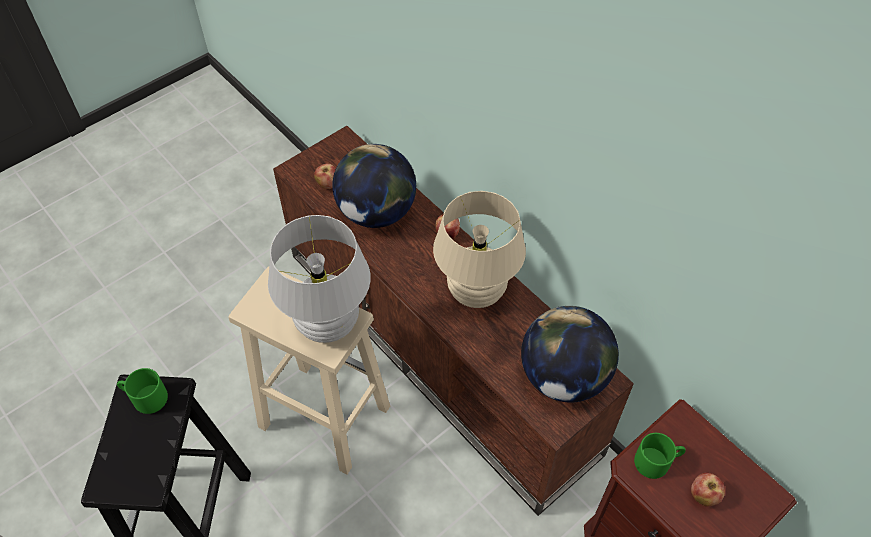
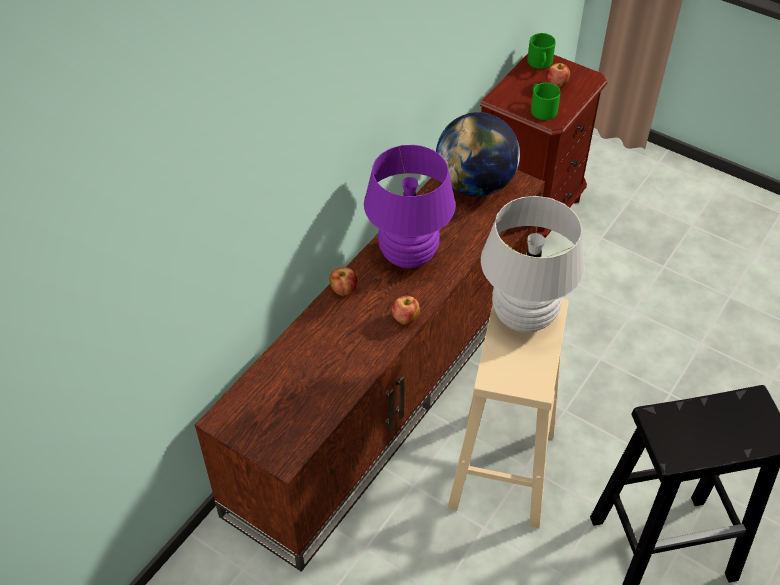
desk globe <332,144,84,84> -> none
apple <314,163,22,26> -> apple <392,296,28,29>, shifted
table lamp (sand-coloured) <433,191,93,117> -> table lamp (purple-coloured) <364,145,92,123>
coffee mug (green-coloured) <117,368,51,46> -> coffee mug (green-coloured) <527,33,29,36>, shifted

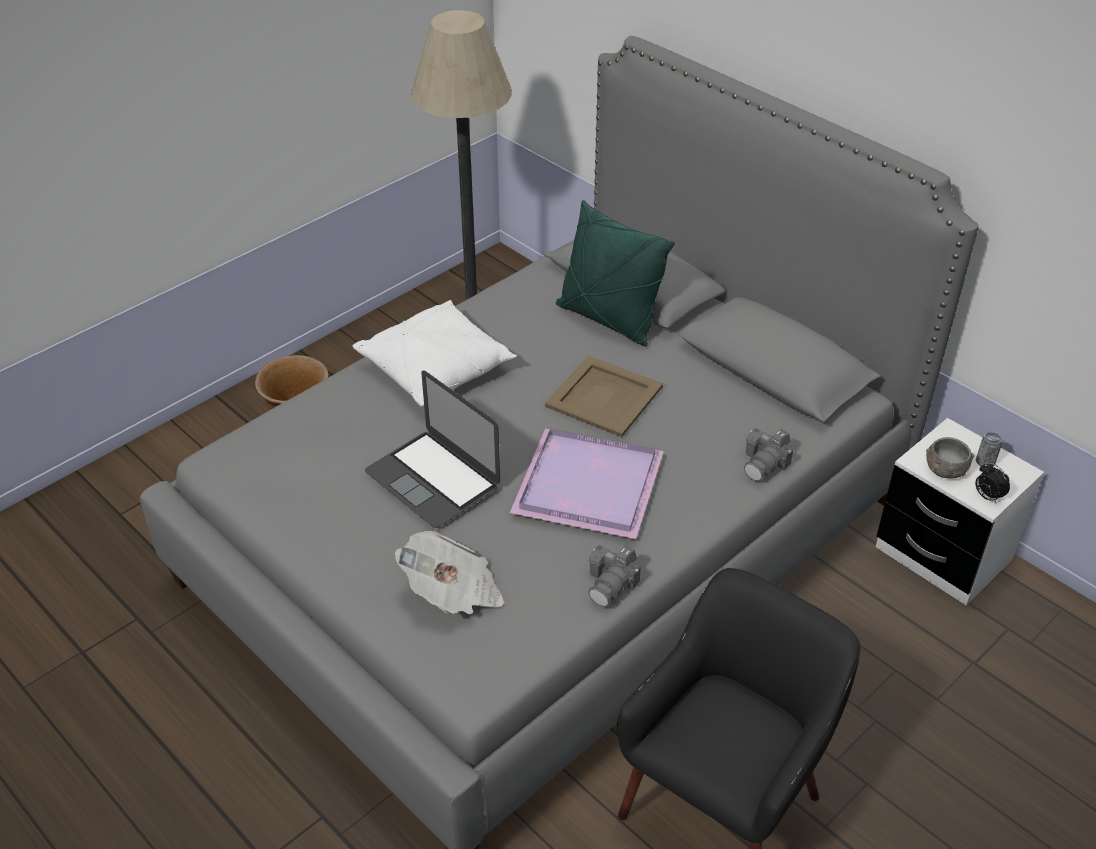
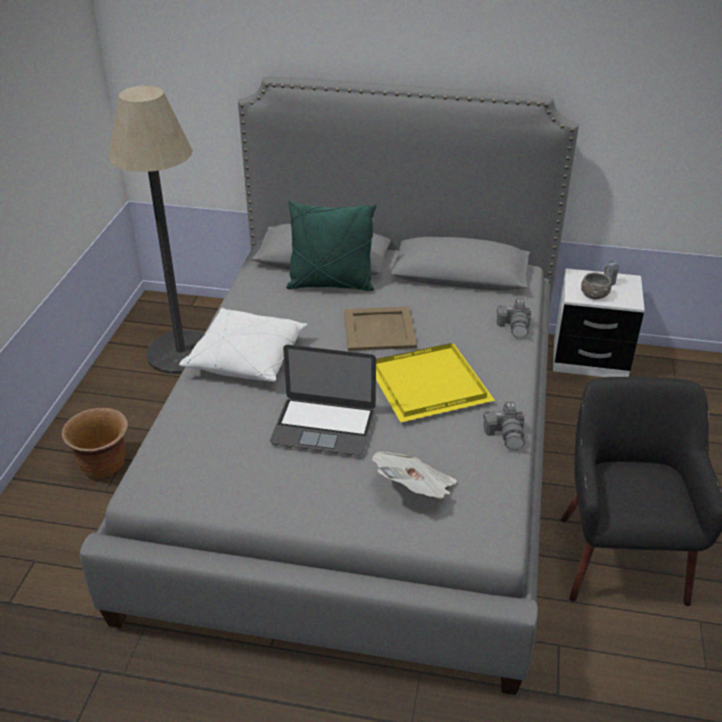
carrying tray (purple-coloured) <510,428,154,111> -> carrying tray (yellow-coloured) <376,343,119,79>
bedside clock <975,463,35,40> -> none

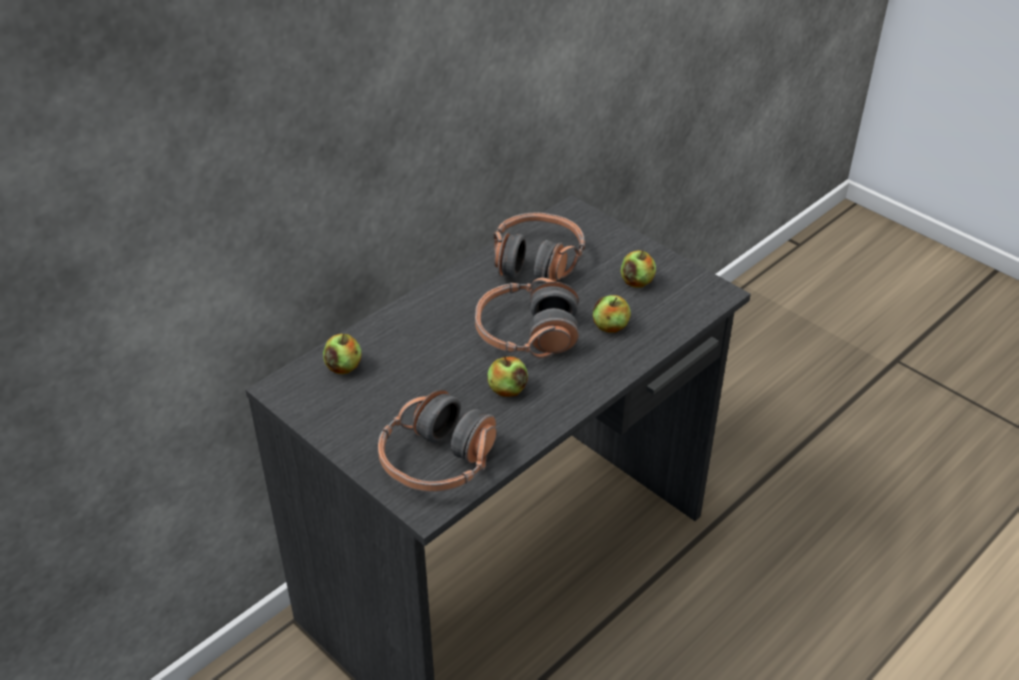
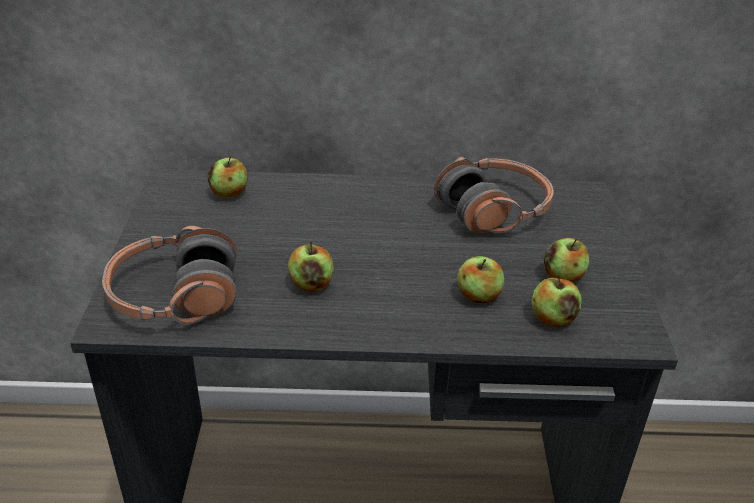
headset <475,278,104,80> -> none
none -> apple <531,275,51,52>

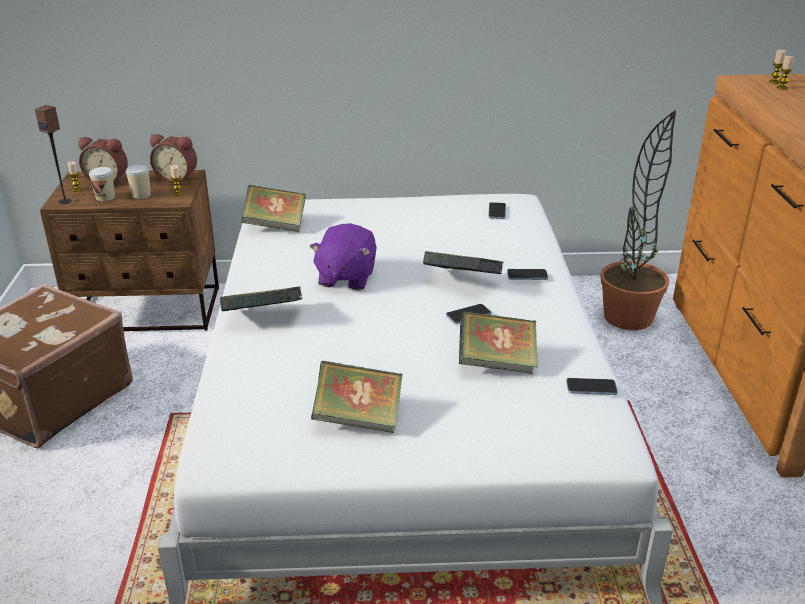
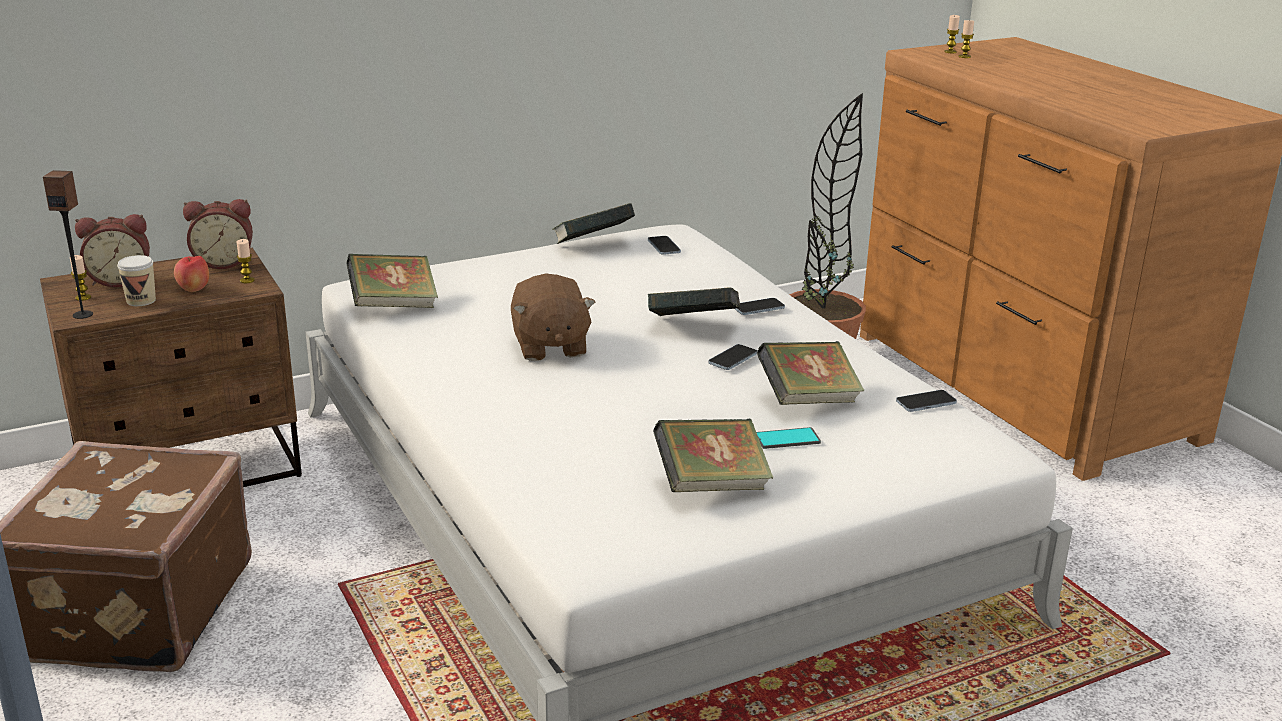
drinking cup <126,165,25,34> -> apple <174,256,35,36>
cuddly toy (purple-coloured) <310,223,67,67> -> cuddly toy (brown-coloured) <511,273,85,88>
bound book <220,286,82,25> -> bound book <553,203,82,41>, shifted
none -> handset <756,427,65,22>

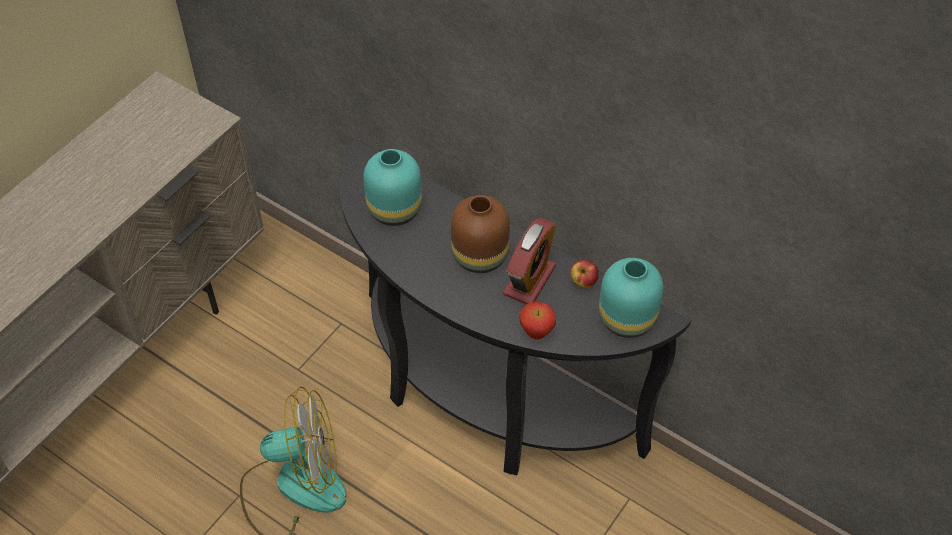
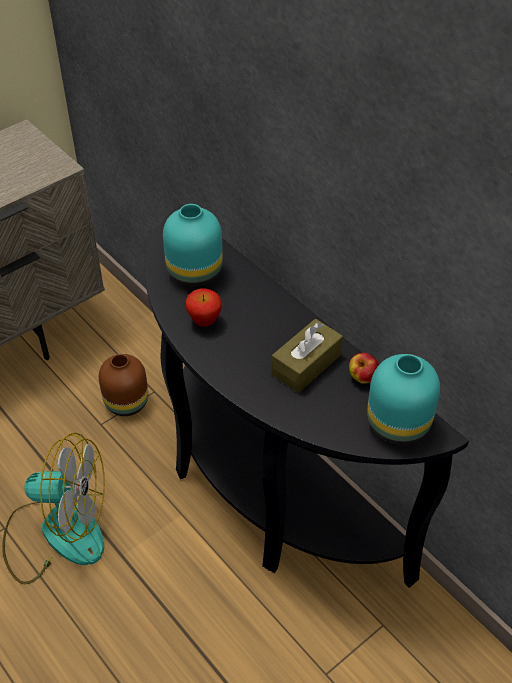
decorative vase (brown-coloured) <451,195,59,78> -> decorative vase (brown-coloured) <99,354,49,62>, shifted
bedside clock <503,218,53,86> -> box of tissues (brown-coloured) <271,319,72,74>
apple <519,302,37,37> -> apple <186,288,36,39>, shifted

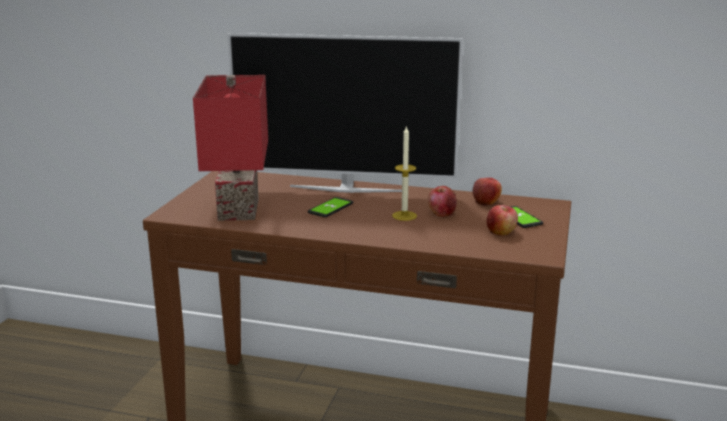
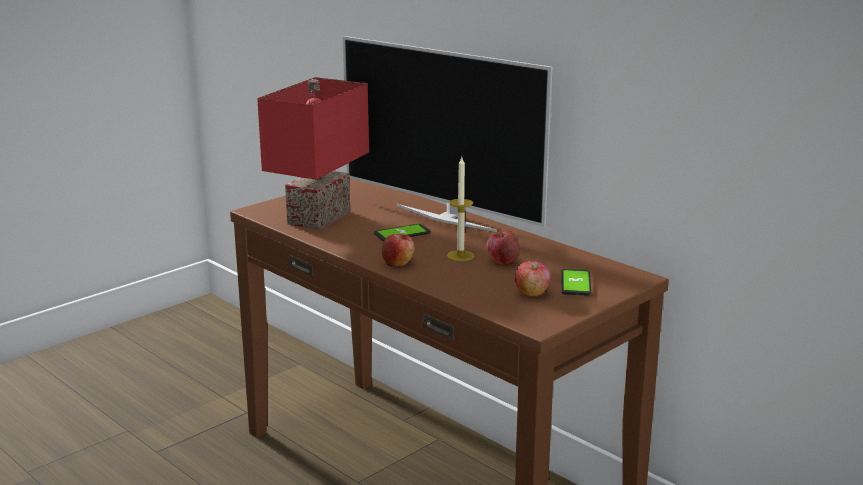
apple <472,178,30,27> -> apple <382,234,33,32>, shifted

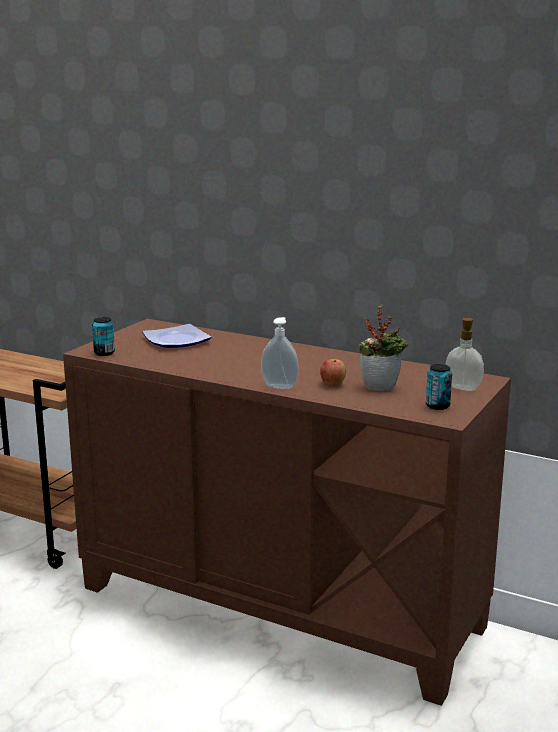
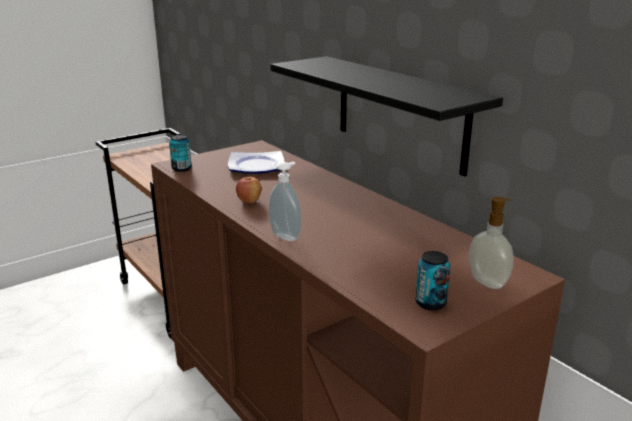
potted plant <359,304,49,87> -> none
apple <320,359,26,27> -> apple <236,177,25,27>, shifted
none -> wall shelf (blackish) <270,56,233,120>

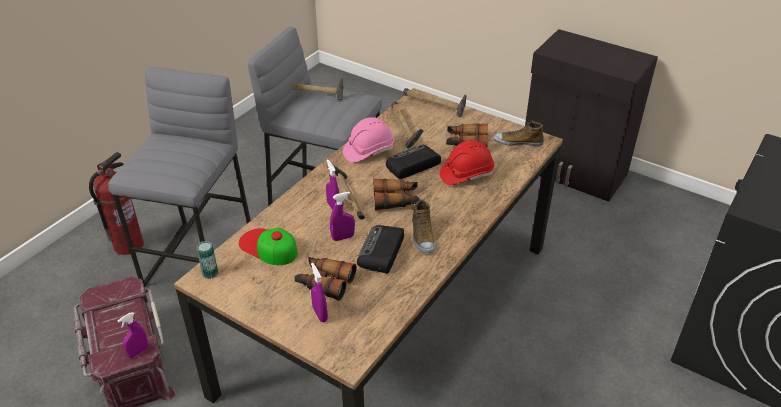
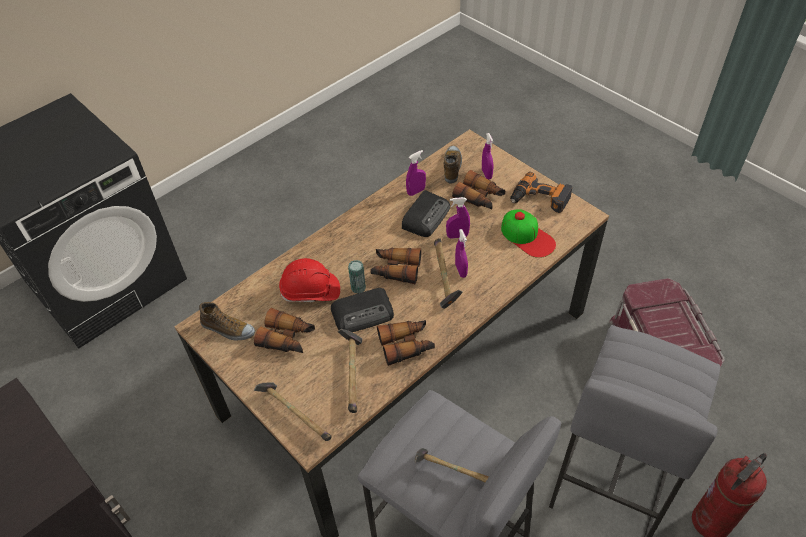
safety helmet (pinkish) <343,117,51,46> -> binoculars <377,320,58,46>
low shoe <412,200,23,53> -> low shoe <444,146,18,37>, shifted
metal can <196,241,22,38> -> metal can <348,260,18,34>, shifted
sprayer (purple-coloured) <118,312,30,46> -> sprayer (purple-coloured) <406,150,20,46>, shifted
none -> electric drill <510,172,62,41>

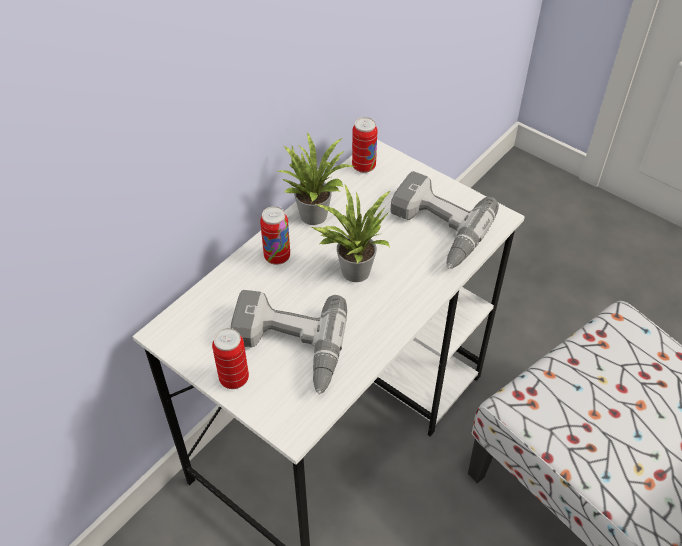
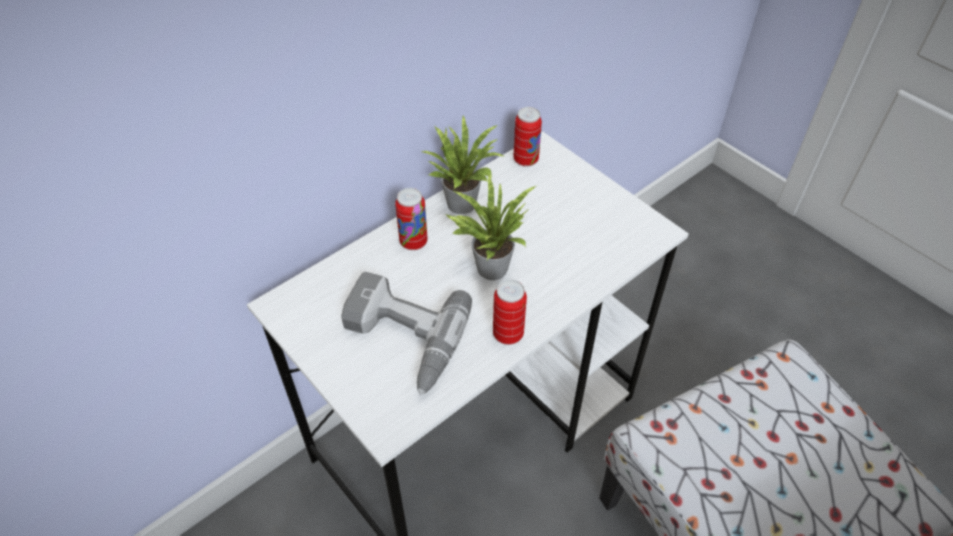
electric drill <390,171,109,98> -> none
metal can <212,328,37,61> -> metal can <493,279,34,66>, shifted

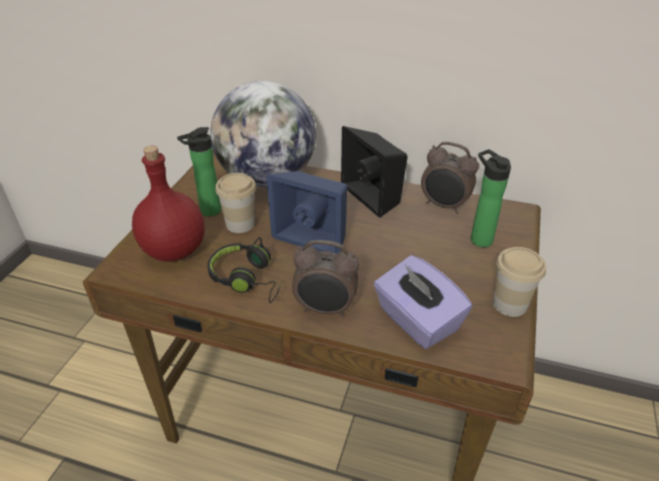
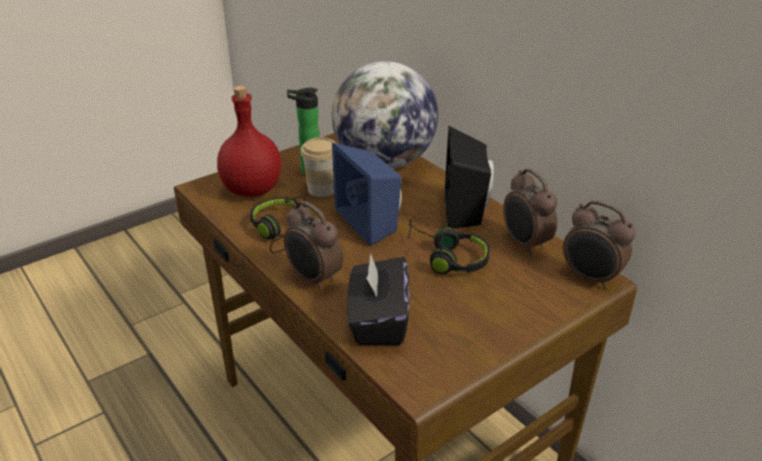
bottle <471,149,40,98> -> none
drinking cup <493,247,53,70> -> none
box of tissues (purple-coloured) <374,255,98,94> -> box of tissues (blackish) <347,253,62,92>
none -> bedside clock <563,200,73,89>
none -> headset (blackish) <407,219,83,55>

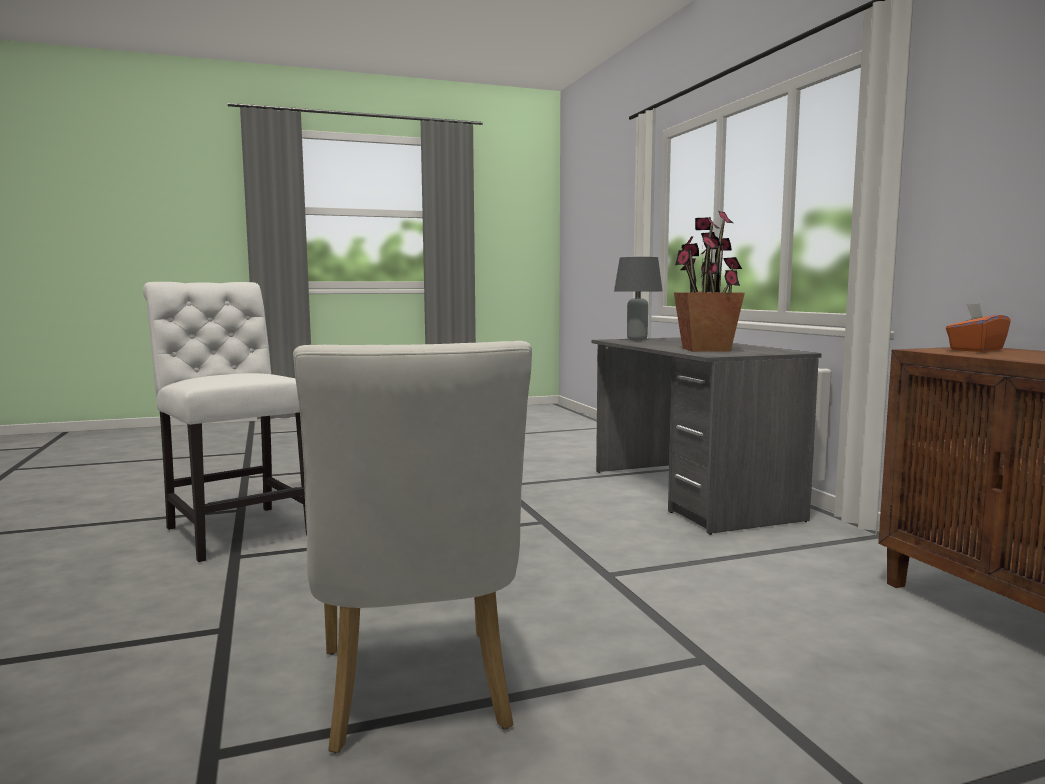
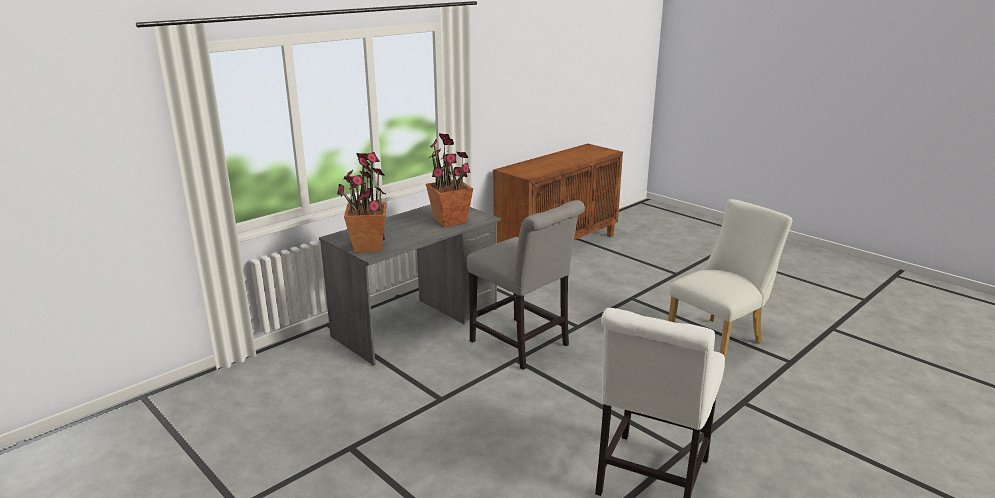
table lamp (gray) <614,257,48,84> -> potted plant <337,152,50,101>
box of tissues (orange-coloured) <946,303,65,49> -> none
none -> chair (gray) <467,200,118,170>

